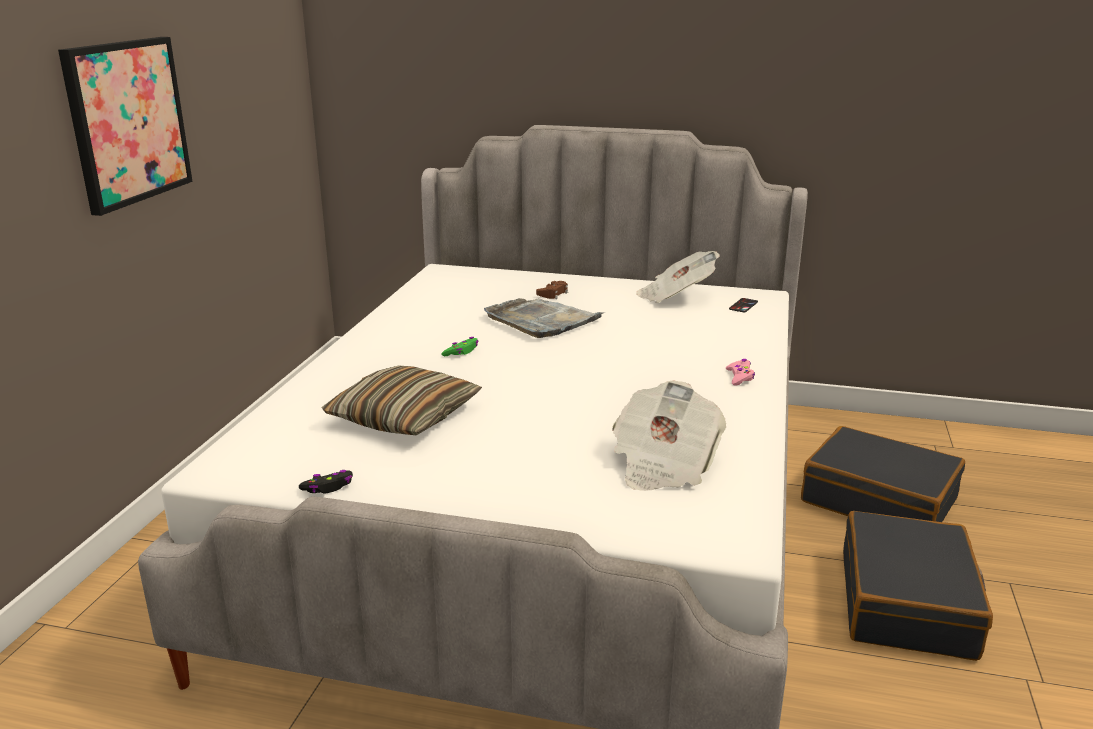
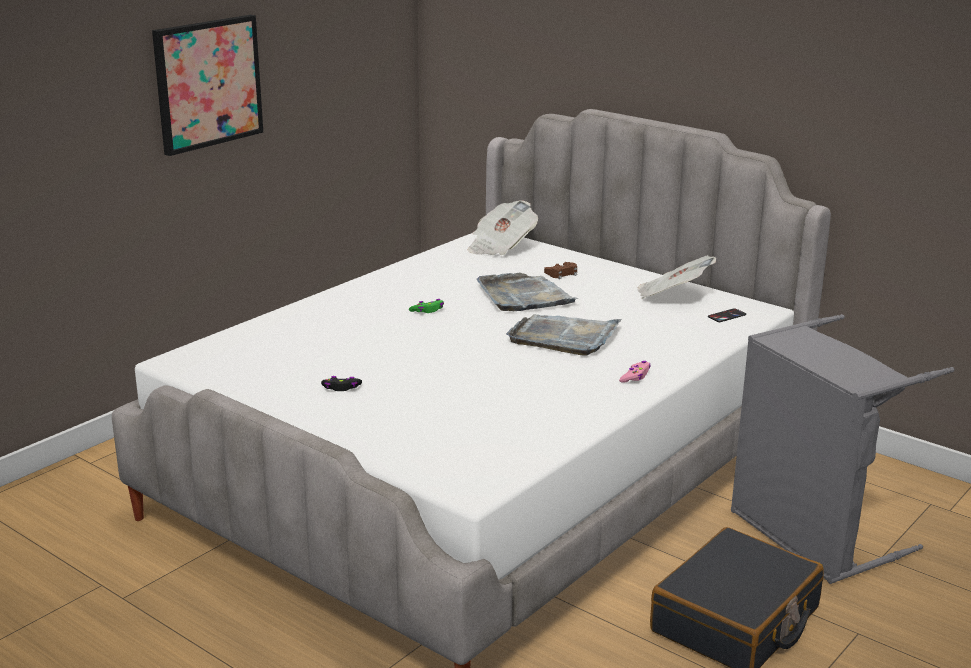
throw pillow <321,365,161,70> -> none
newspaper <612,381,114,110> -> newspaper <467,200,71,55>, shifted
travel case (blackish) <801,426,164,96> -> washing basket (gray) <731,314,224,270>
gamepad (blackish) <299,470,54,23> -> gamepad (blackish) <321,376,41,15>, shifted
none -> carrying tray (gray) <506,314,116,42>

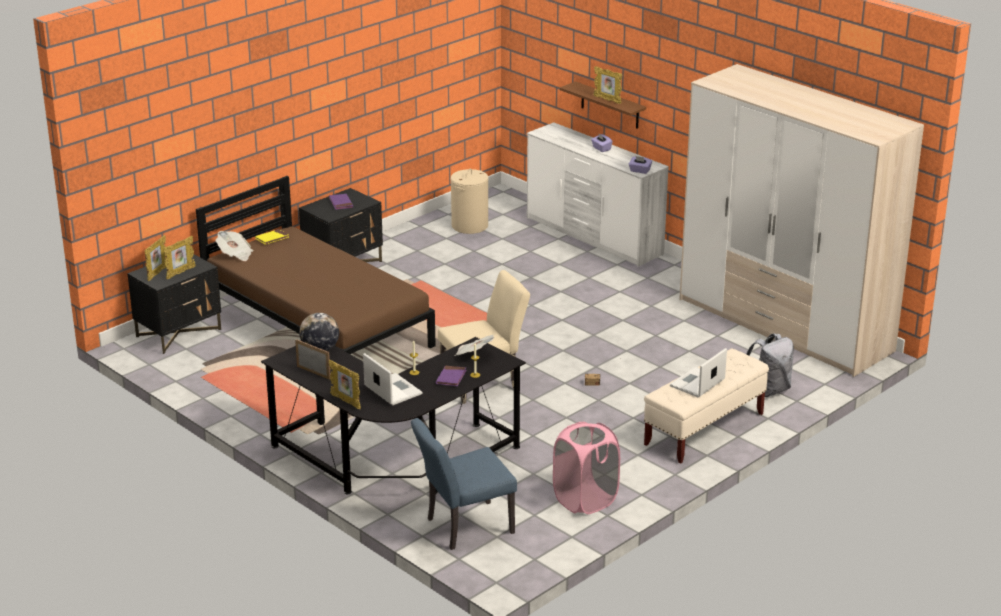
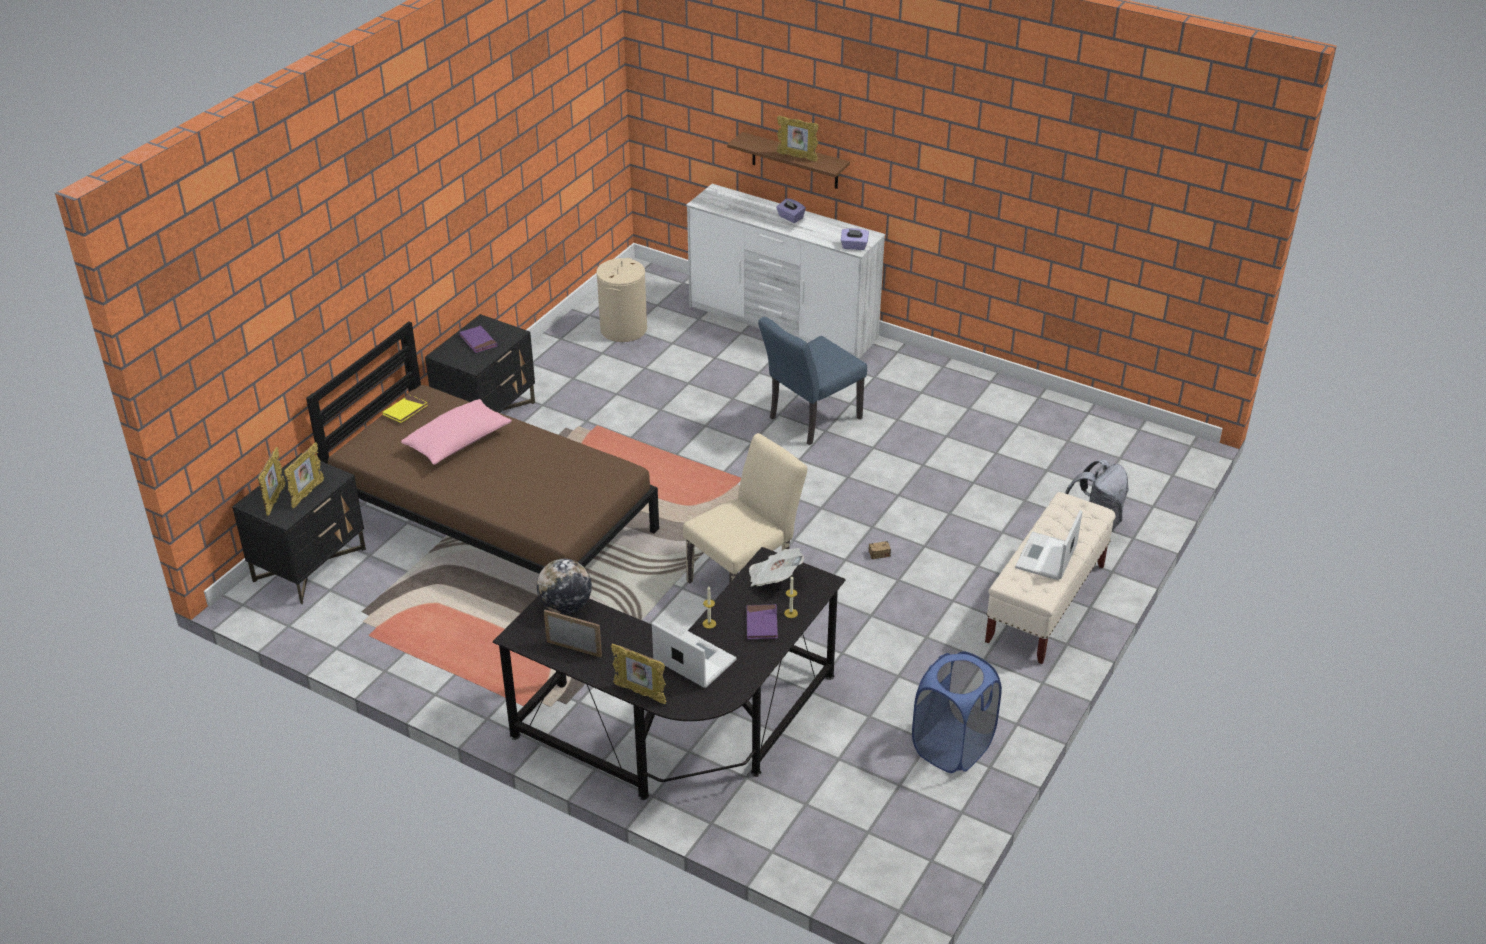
armoire <679,64,245,313> -> none
newspaper <216,231,37,30> -> none
chair (bluish) <411,418,106,132> -> chair (bluish) <758,317,109,128>, shifted
washing basket (pinkish) <553,422,67,92> -> washing basket (bluish) <912,651,90,122>
none -> throw pillow (pinkish) <401,399,111,66>

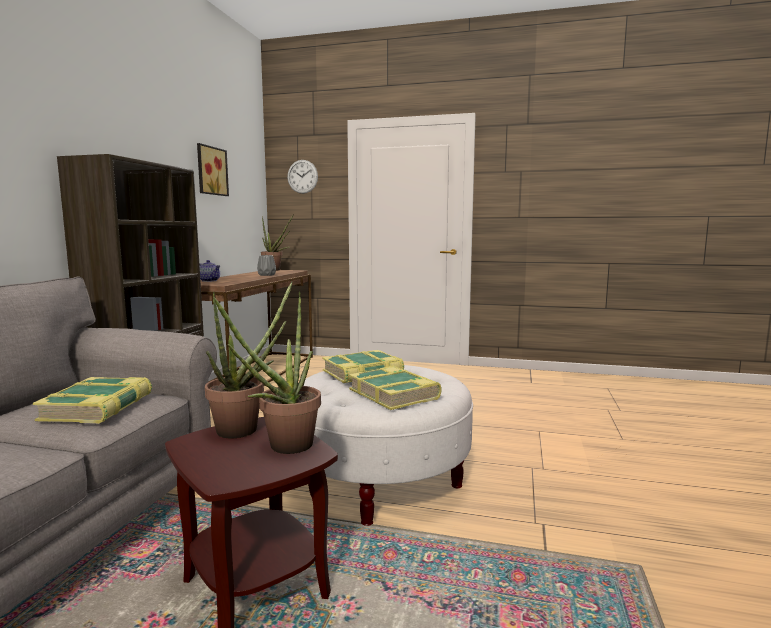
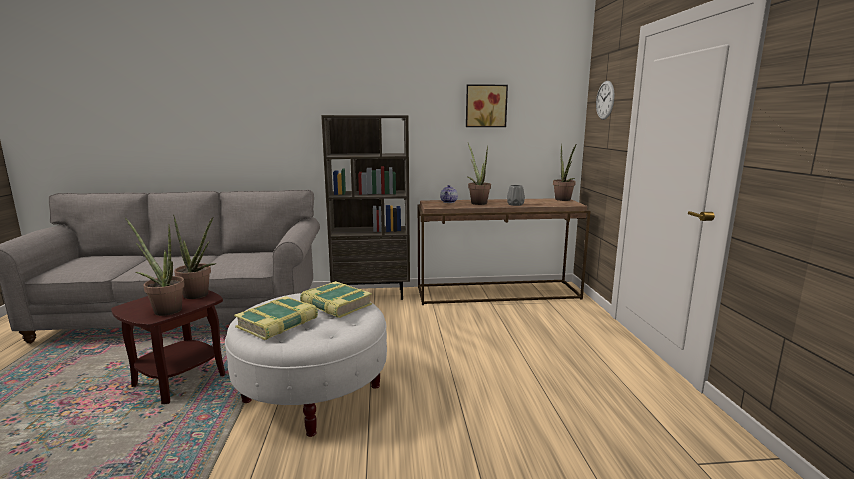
bound book <33,377,119,47> -> none
none -> potted plant <467,143,24,62>

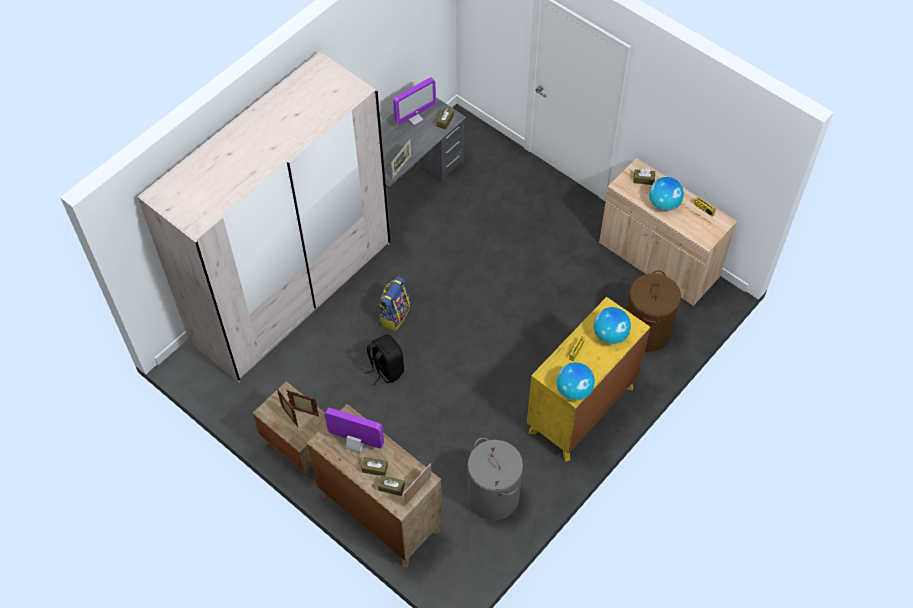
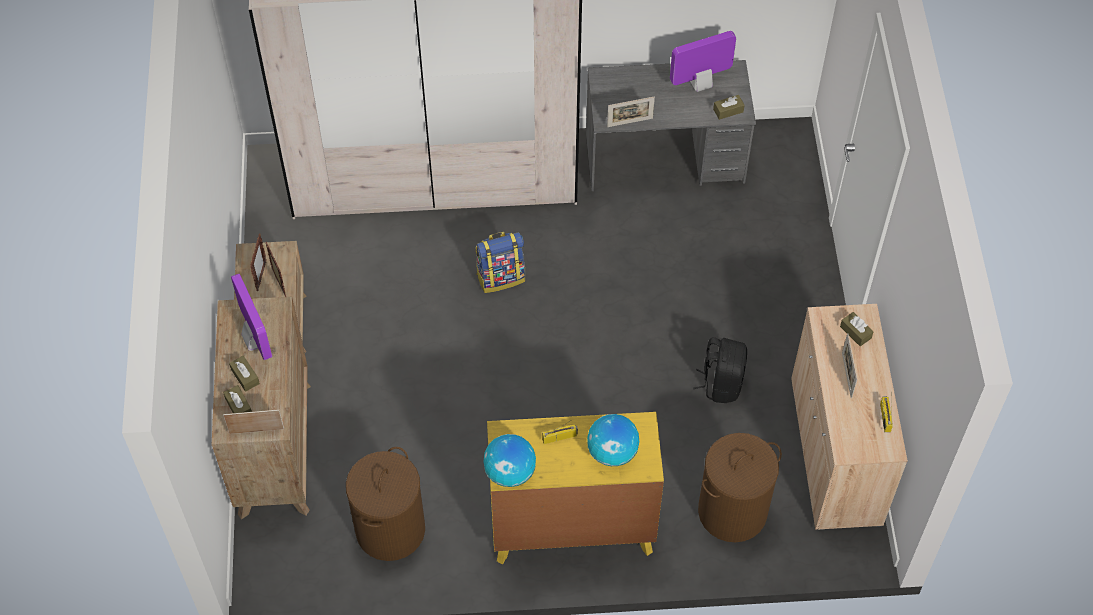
computer display <393,77,43,48> -> computer display <670,31,66,61>, 150 degrees clockwise
desk globe <649,177,35,34> -> standing frame <842,333,15,66>
backpack (blackish) <365,334,39,51> -> backpack (blackish) <693,337,54,66>, shifted
washing basket (gray) <467,438,56,83> -> washing basket (brown-coloured) <346,447,79,114>

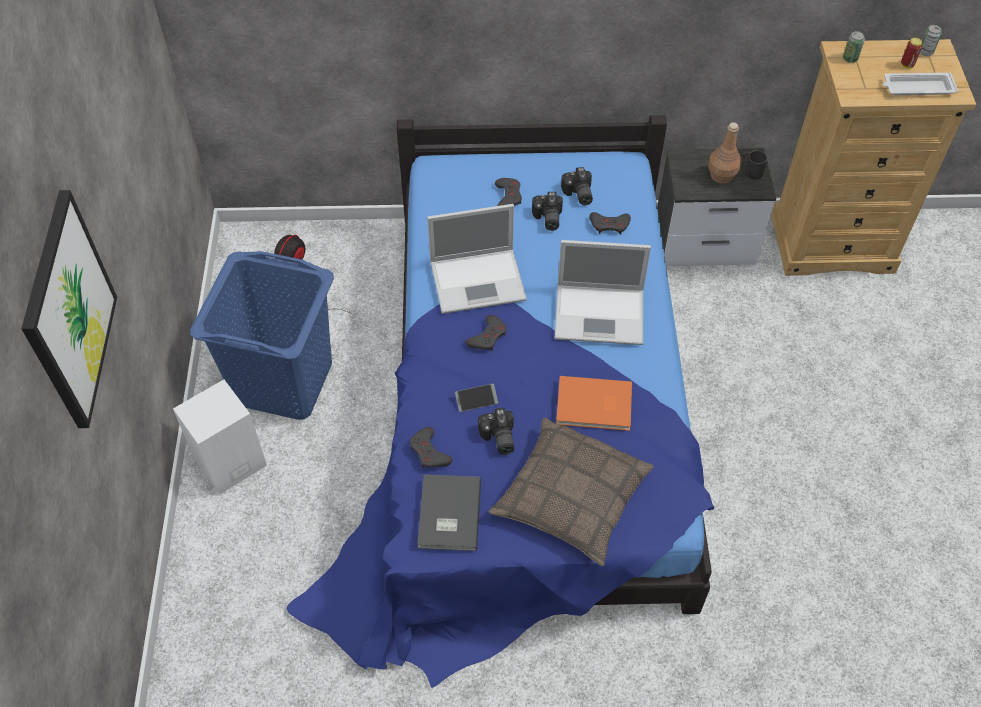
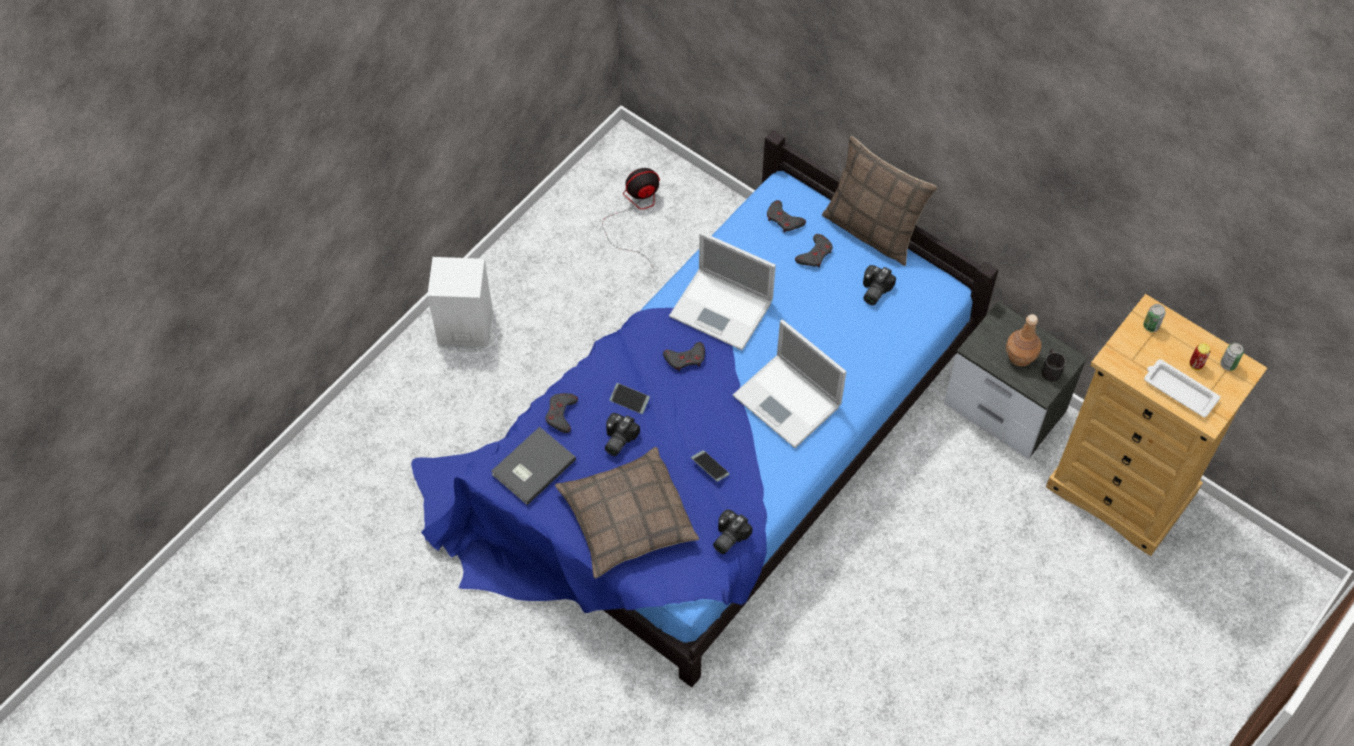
wall art <21,190,96,238> -> none
still camera <532,192,31,39> -> still camera <713,509,40,45>, shifted
gamepad (gray) <589,212,42,23> -> gamepad (gray) <767,200,39,33>, shifted
washing basket (bluish) <190,251,144,169> -> none
bound book (orange-coloured) <556,376,76,55> -> handset <691,450,38,32>
none -> throw pillow <822,136,116,130>

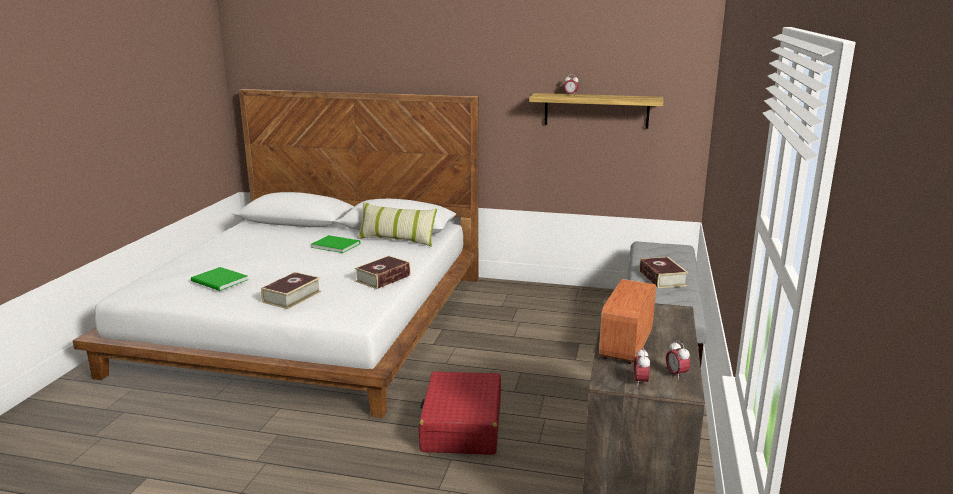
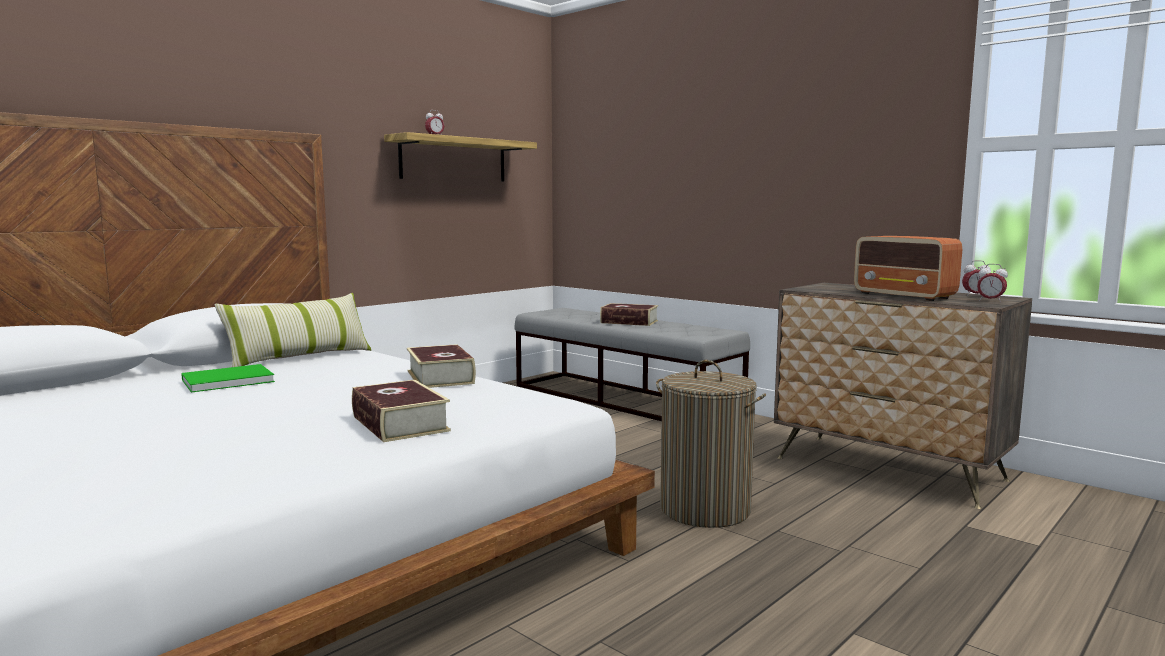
bound book (green-coloured) <191,267,57,24> -> none
travel case (red) <419,371,82,84> -> washing basket <656,360,110,168>

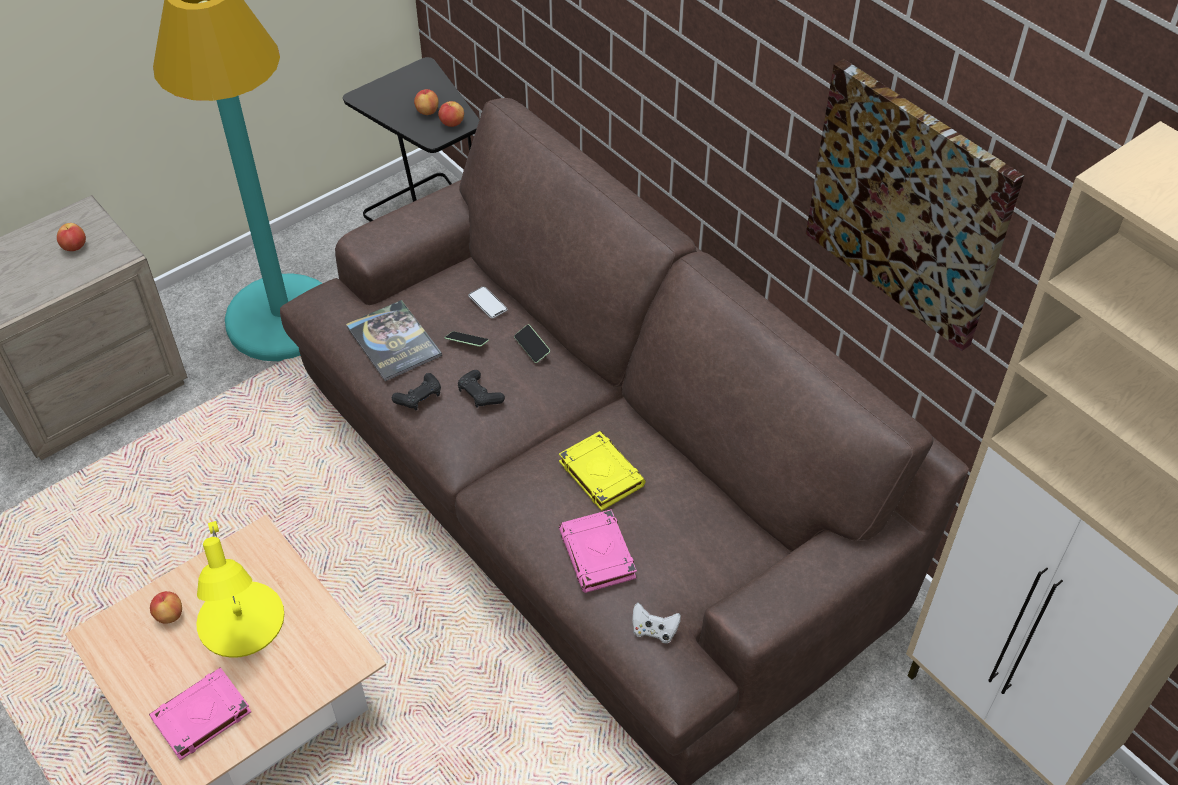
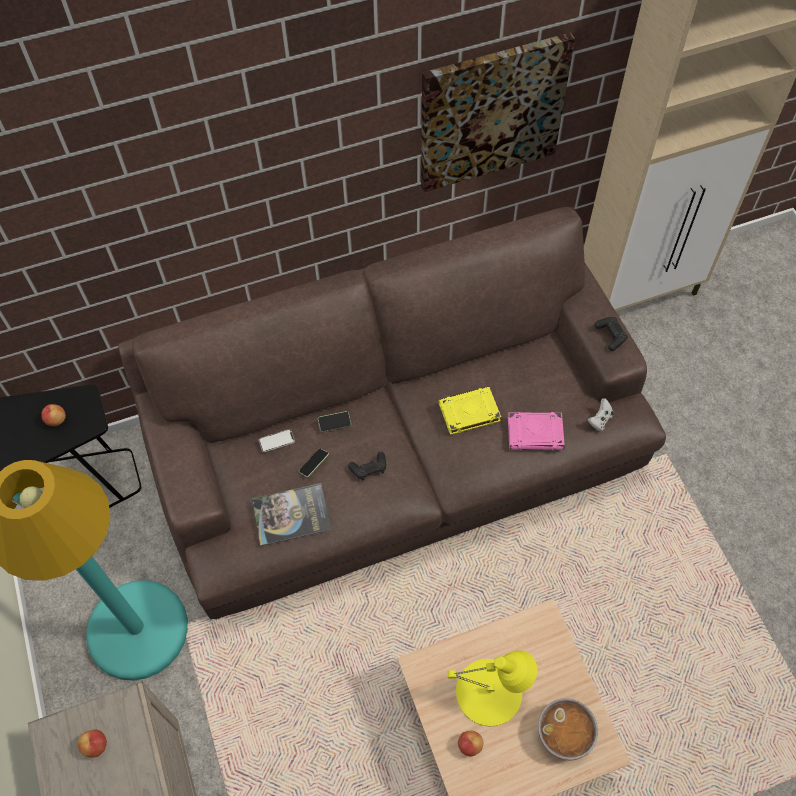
apple <438,101,26,26> -> none
gamepad (blackish) <392,373,49,37> -> gamepad (blackish) <594,317,34,34>, shifted
bound book (pinkish) <149,667,102,93> -> bowl <538,698,60,63>

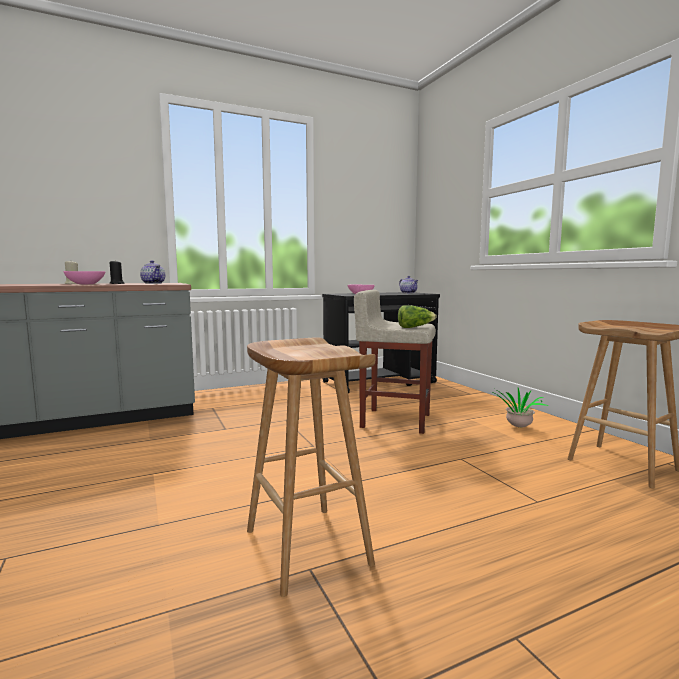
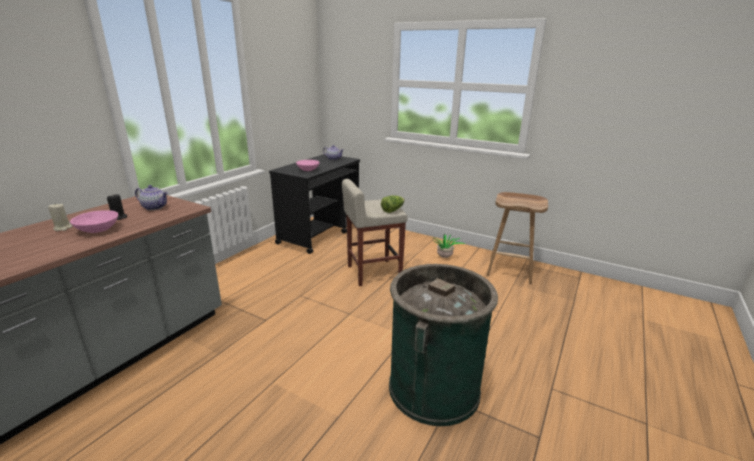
sitting stool (brown-coloured) <247,337,128,260> -> waste bin (green-coloured) <389,264,109,162>

